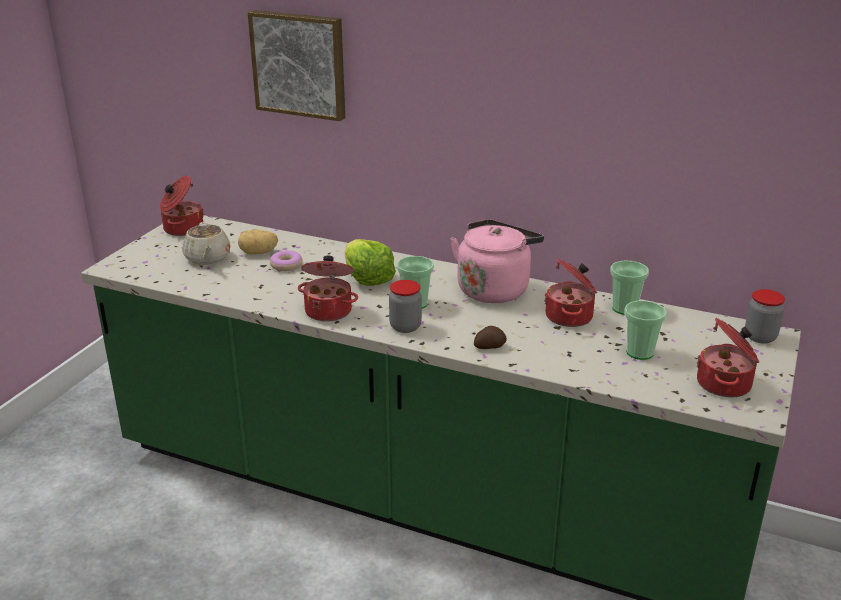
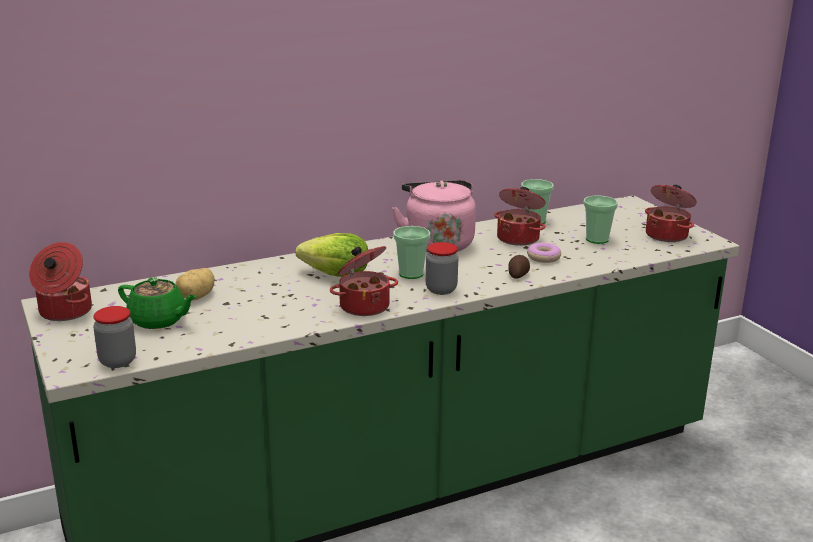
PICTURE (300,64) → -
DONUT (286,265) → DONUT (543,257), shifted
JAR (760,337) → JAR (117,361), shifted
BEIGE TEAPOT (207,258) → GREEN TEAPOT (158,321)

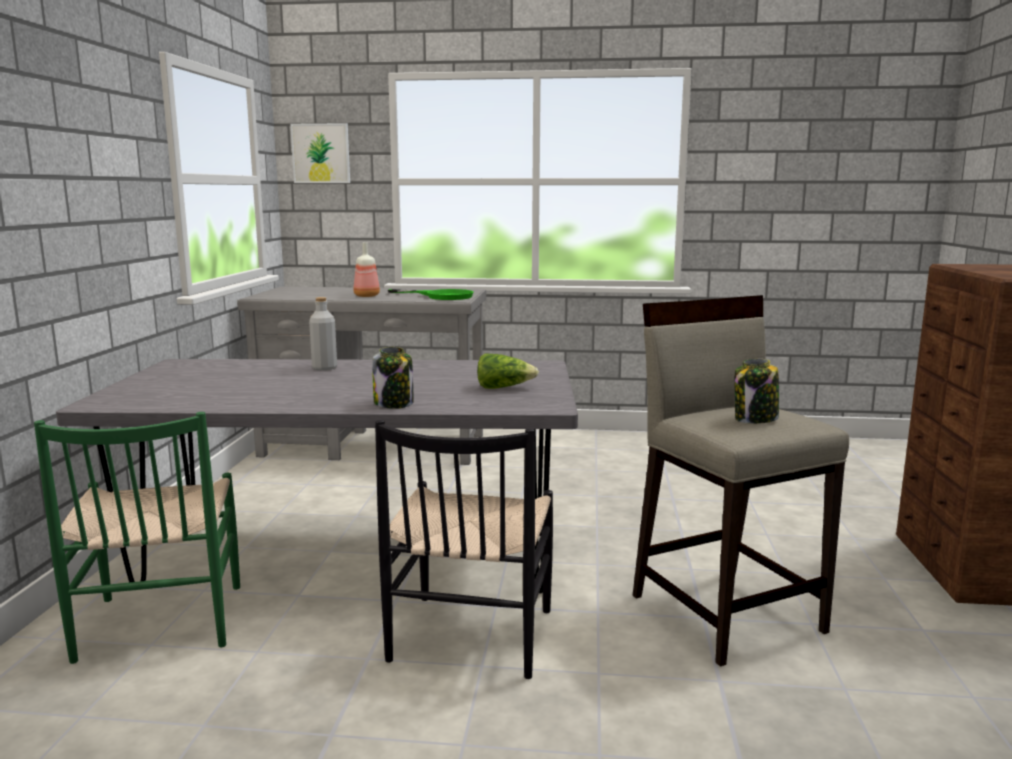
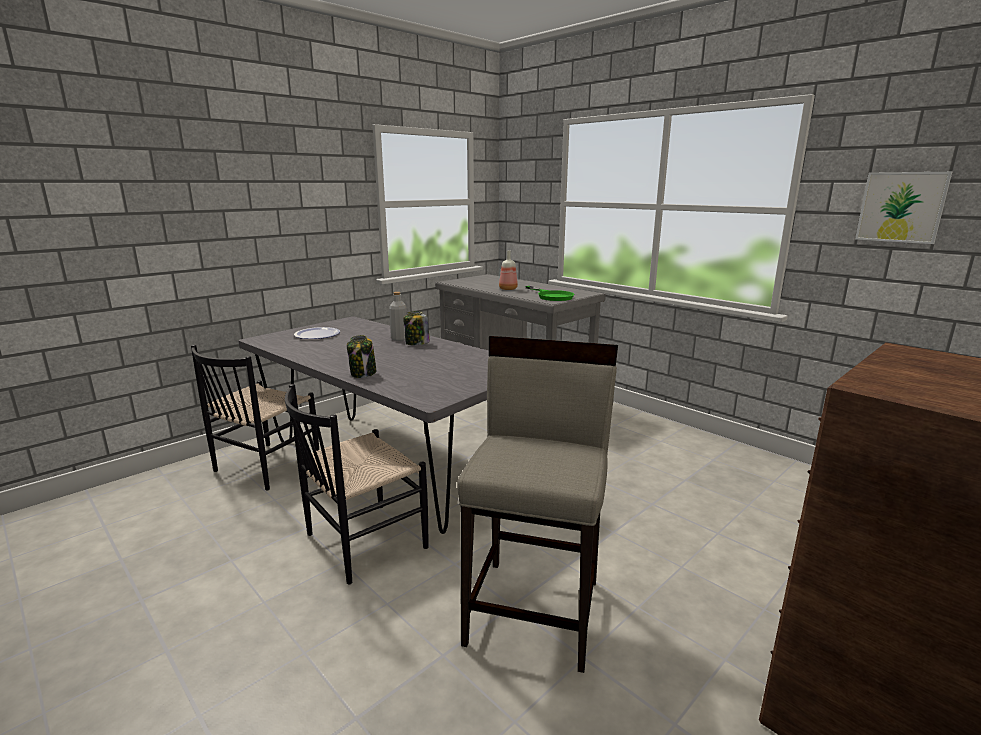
LETTUCE (504,388) → -
- → PLATE (317,334)
PICTURE (321,153) → PICTURE (901,207), shifted
JAR (755,419) → JAR (417,343), shifted
GREEN CHAIR (159,627) → BLACK CHAIR (264,468)

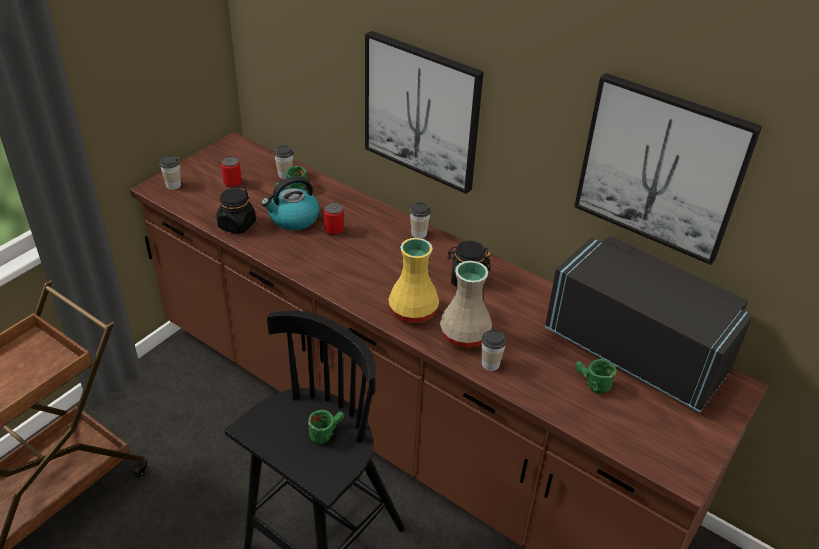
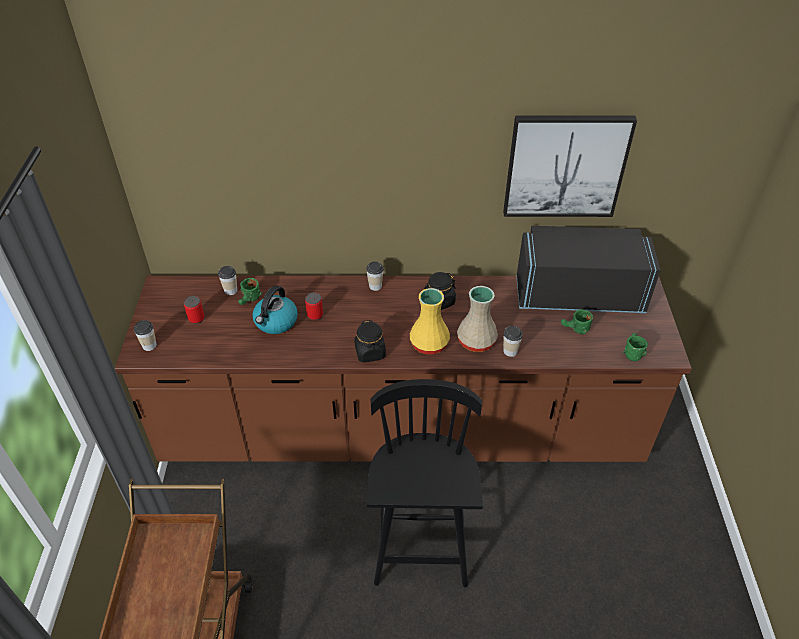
PICTURE (422,111) → -
BLACK JAR (237,225) → BLACK JAR (370,352), shifted
GREEN MUG (326,431) → GREEN MUG (631,351), shifted

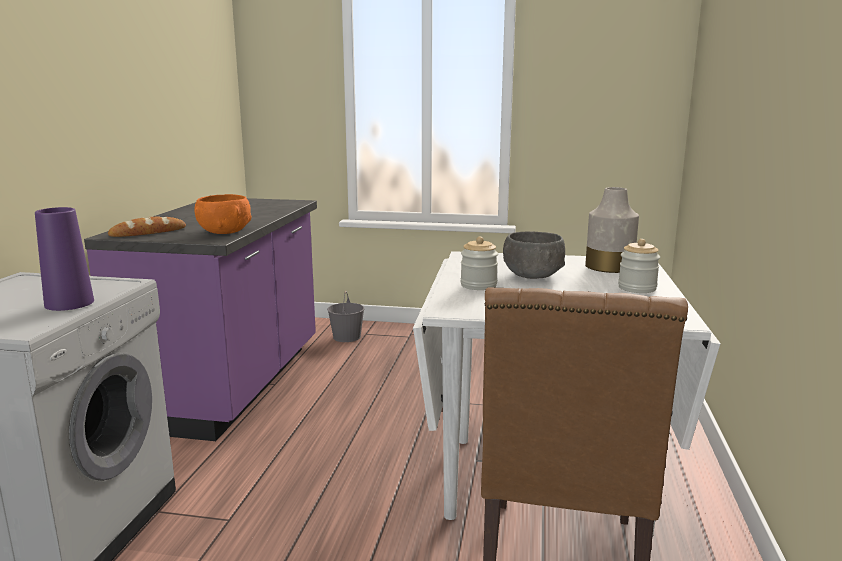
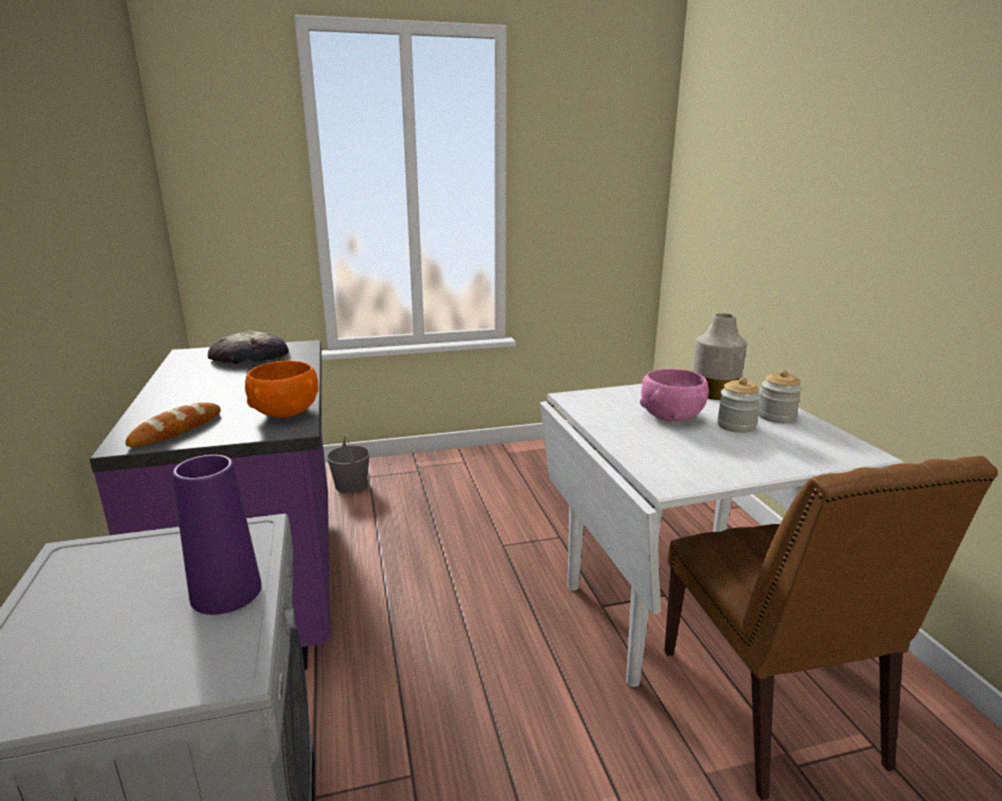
- → BREAD (249,356)
JAR (478,285) → JAR (736,426), shifted
GREY BOWL (533,275) → PINK BOWL (671,416)

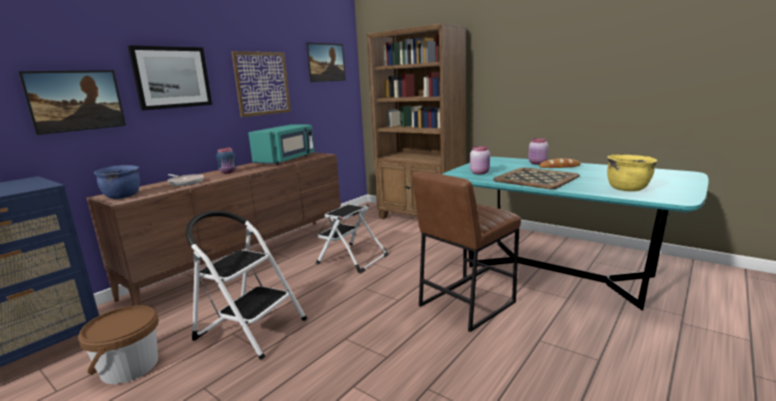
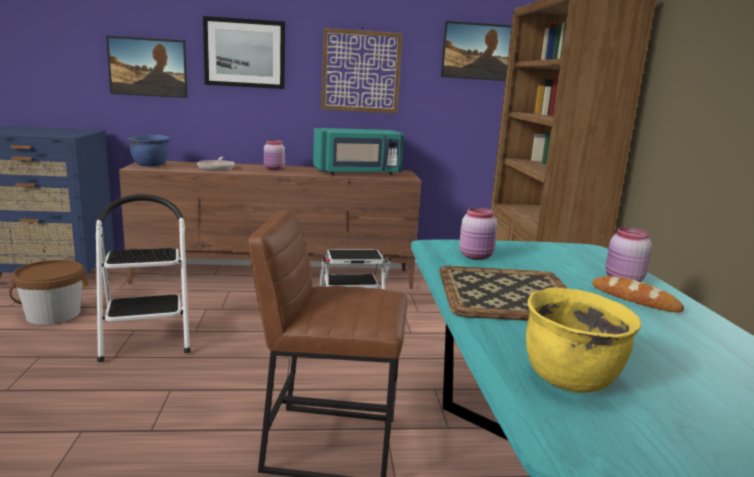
BLUE JAR (228,172) → PINK JAR (274,169)

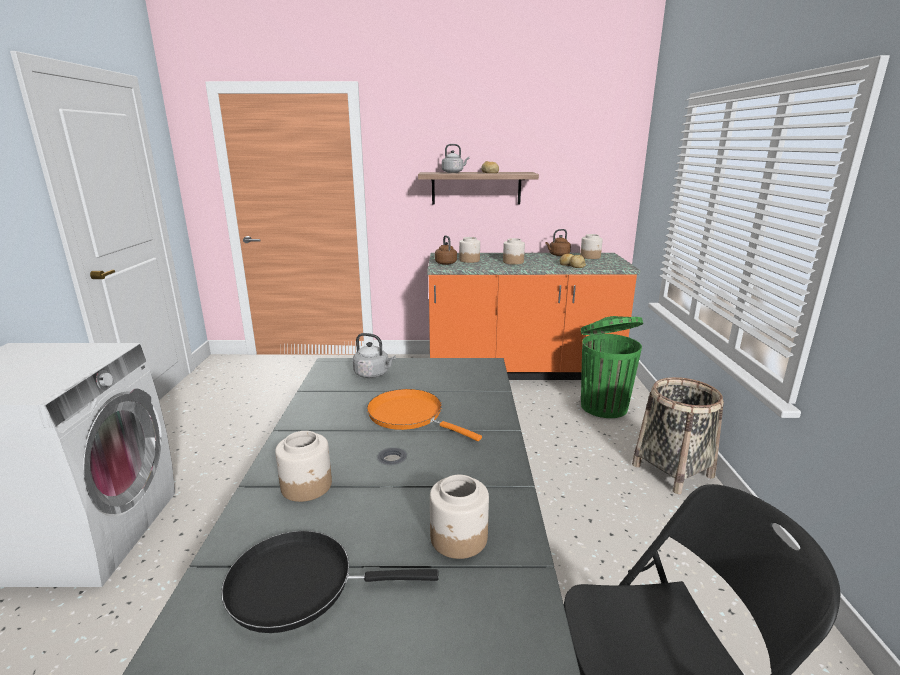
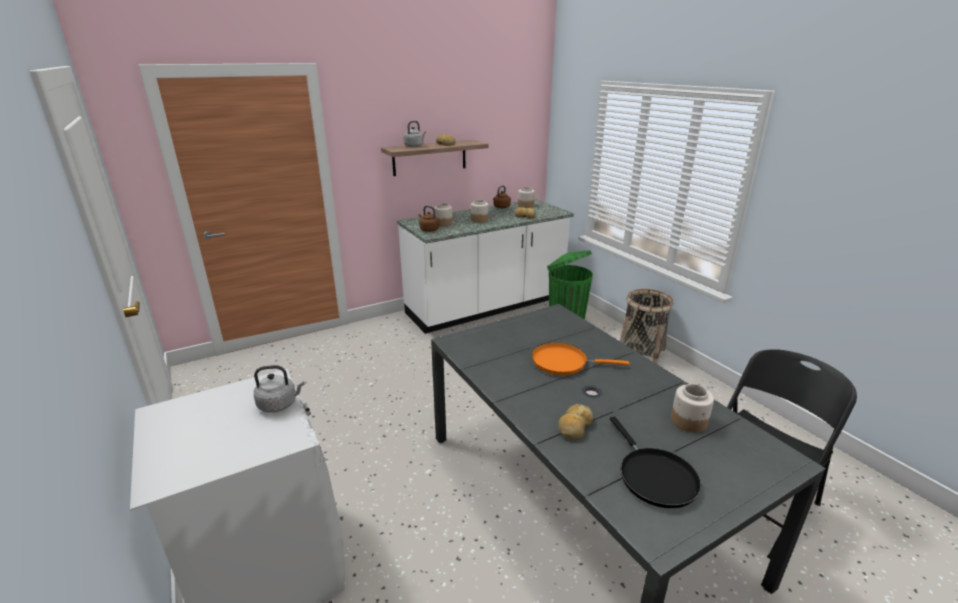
GREY KETTLE (373,374) → GREY KETTLE (280,404), shifted
JAR (307,486) → BREAD (574,427)
ORANGE COUNTER (521,371) → WHITE COUNTER (486,307)
BLACK FRYING PAN (300,584) → BLACK FRYING PAN (654,476), 75 degrees counterclockwise

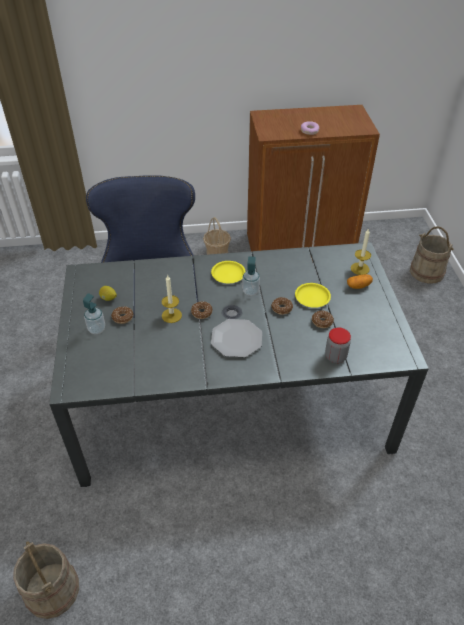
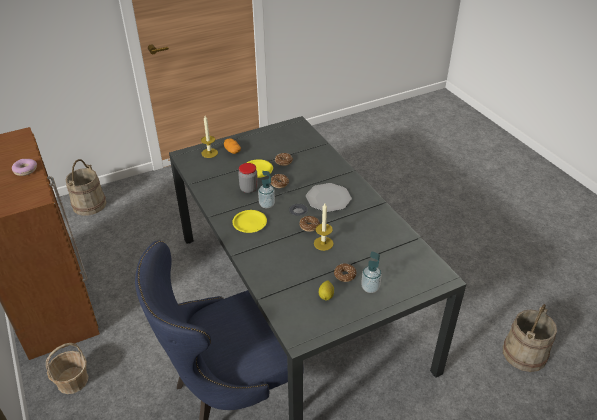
JAR (335,356) → JAR (249,188), shifted

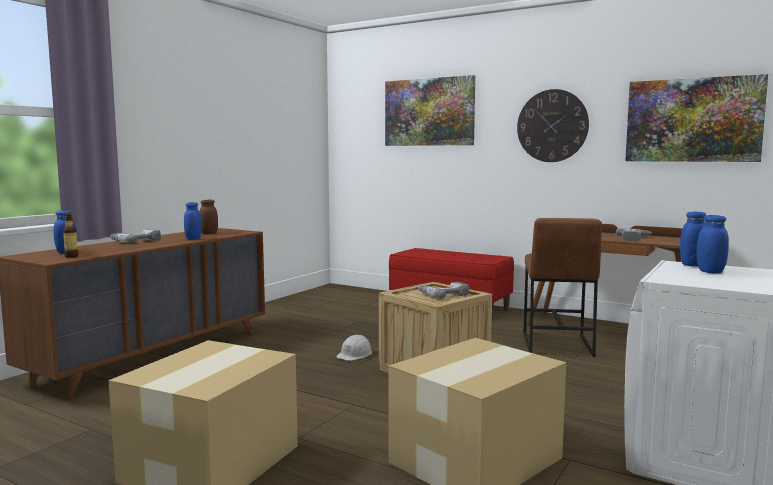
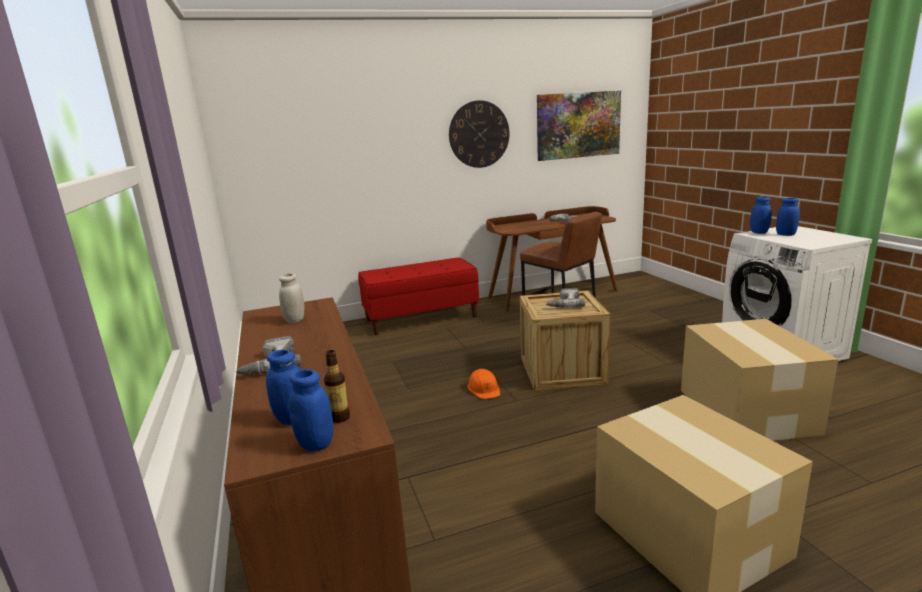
PICTURE (429,112) → -
BLUE JAR (193,238) → BLUE JAR (316,443), shifted
BROWN JAR (209,234) → WHITE JAR (295,320)
WHITE HARD HAT (355,354) → ORANGE HARD HAT (484,389)

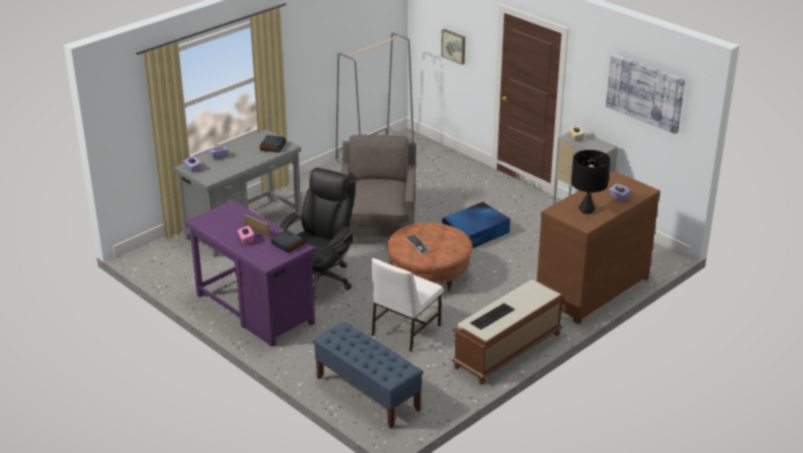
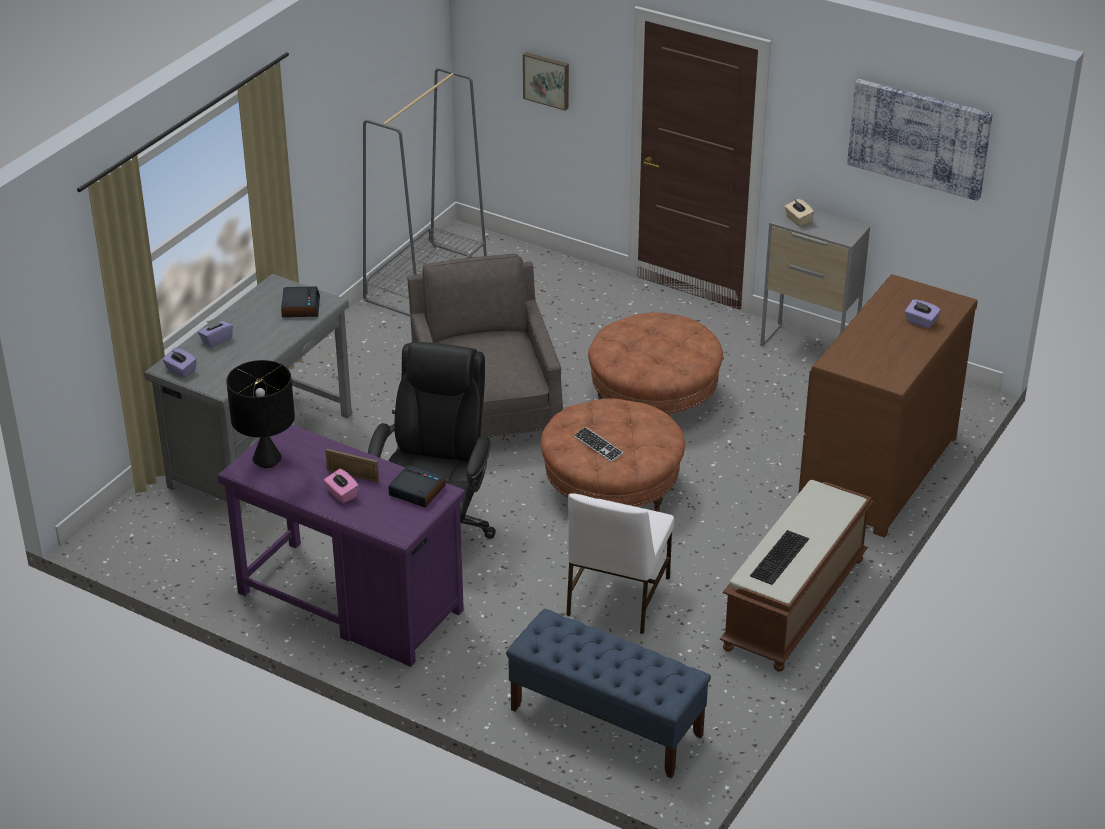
BLACK TABLE LAMP (587,210) → BLACK TABLE LAMP (267,461), shifted
BLUE STORAGE BOX (476,232) → BROWN OTTOMAN (654,398)

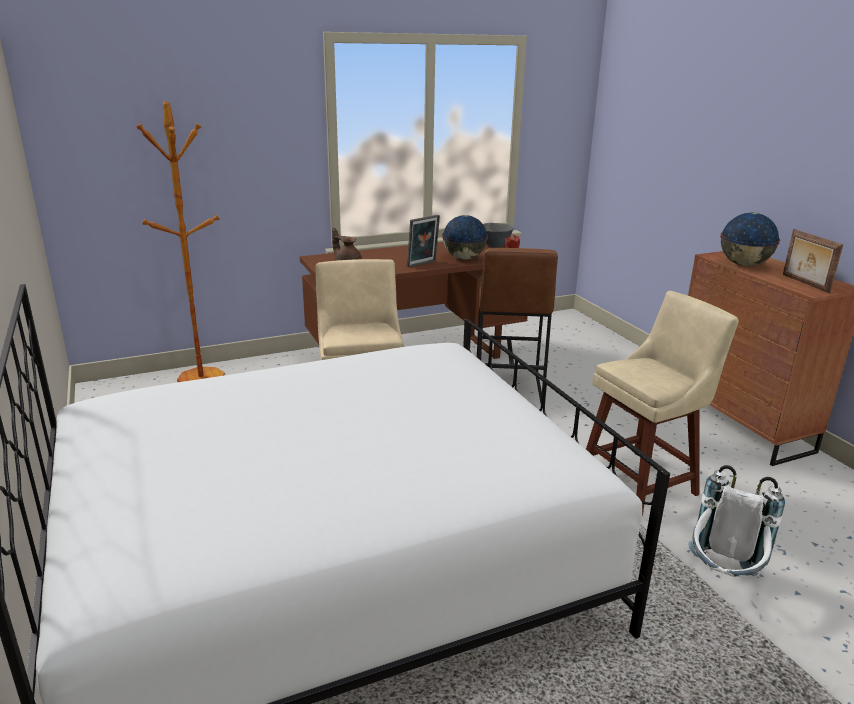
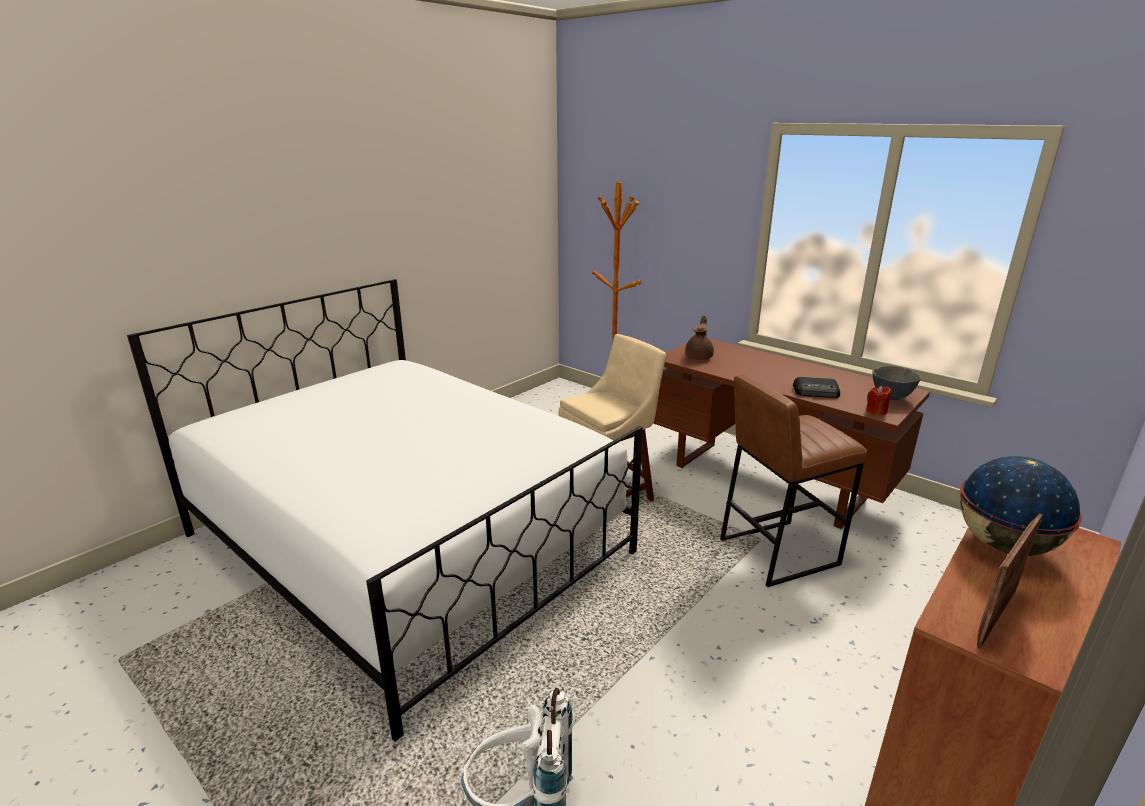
PICTURE FRAME (423,264) → -
BEIGE CHAIR (643,480) → -
GLOBE (463,258) → RADIO (816,392)

